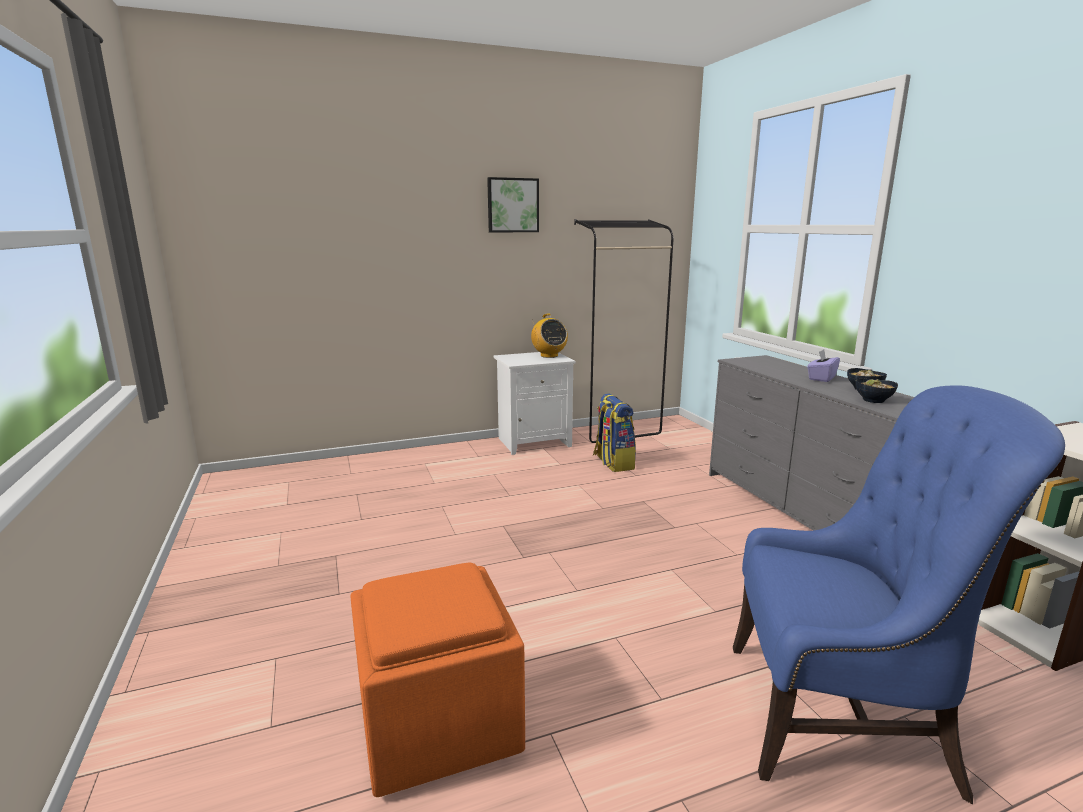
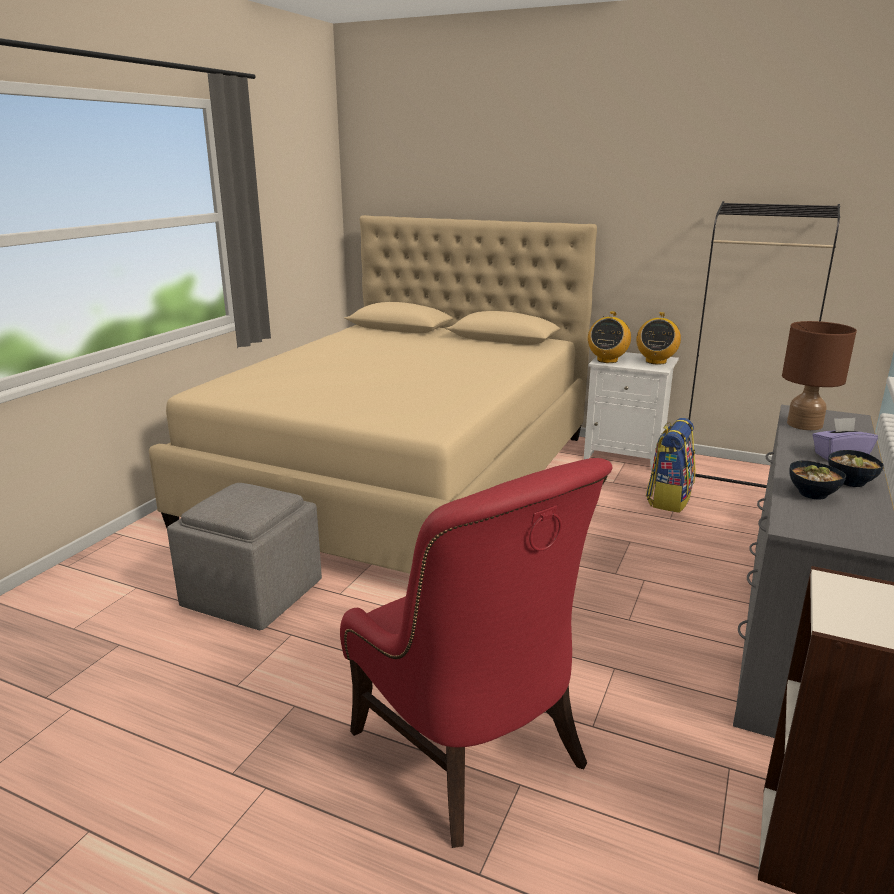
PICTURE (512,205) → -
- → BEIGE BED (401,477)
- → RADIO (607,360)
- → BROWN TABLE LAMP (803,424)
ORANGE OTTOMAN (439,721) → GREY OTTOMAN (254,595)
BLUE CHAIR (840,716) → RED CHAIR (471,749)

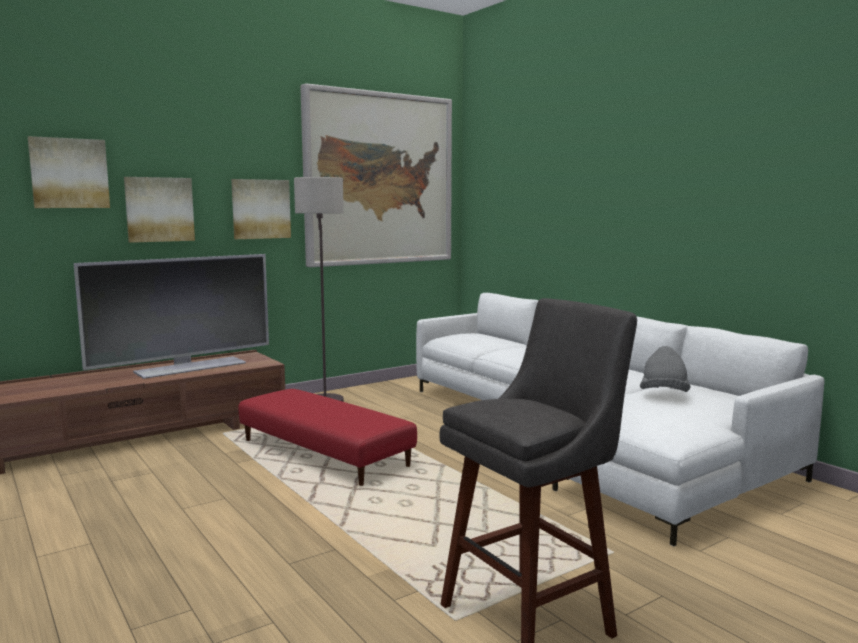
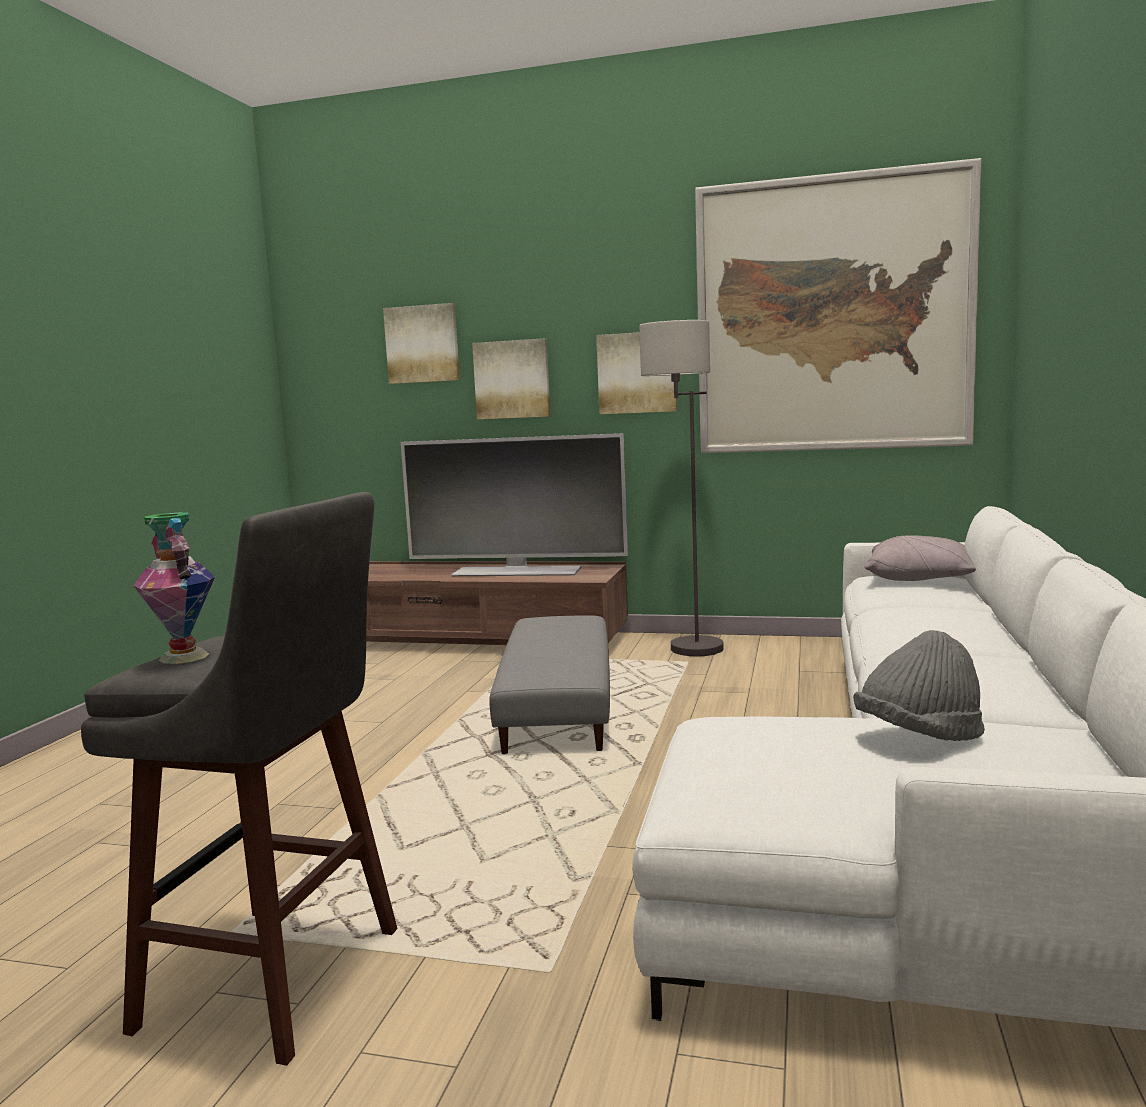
- → VASE (185,657)
- → PURPLE PILLOW (921,578)
RED OTTOMAN (325,453) → GREY OTTOMAN (559,706)

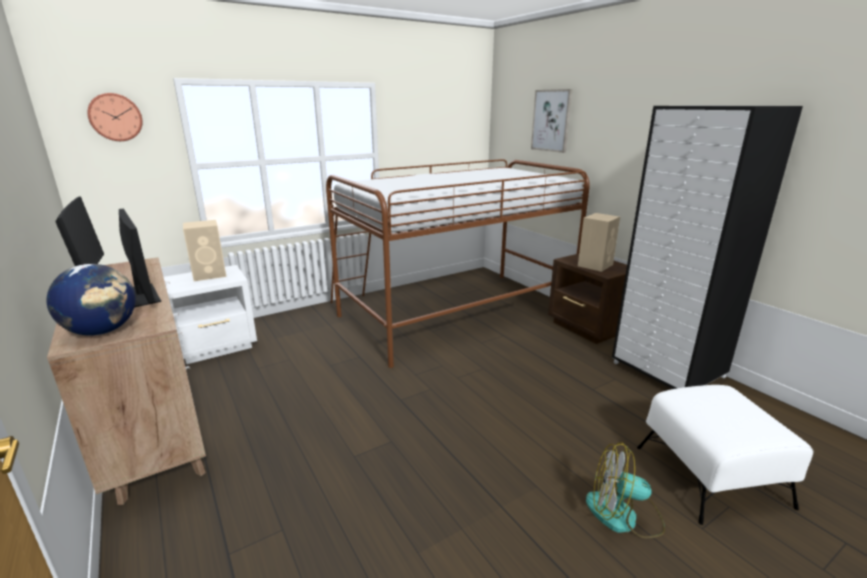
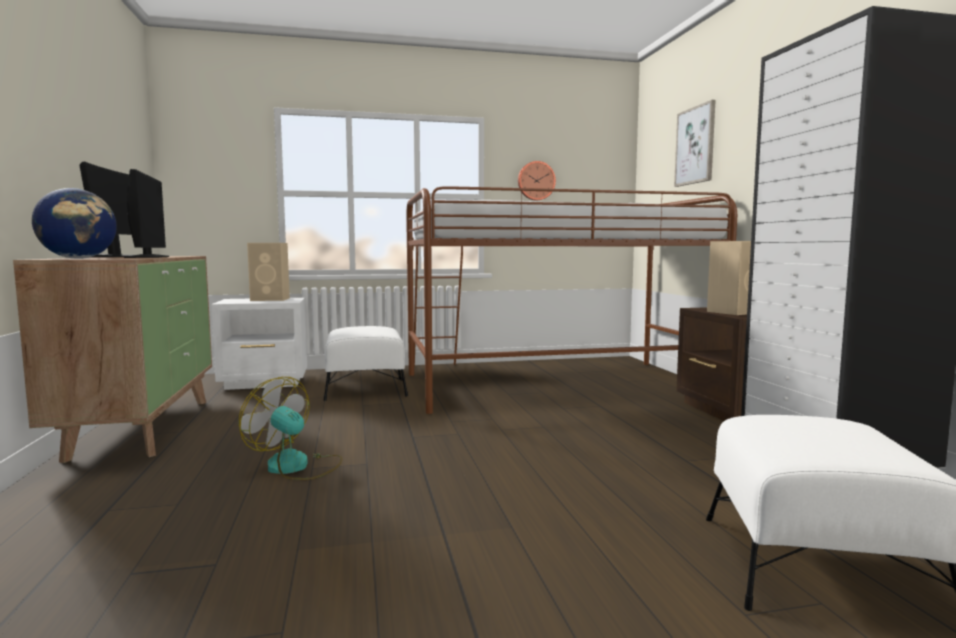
- → WHITE OTTOMAN (365,389)
WALL CLOCK (115,117) → WALL CLOCK (536,181), shifted
FAN (623,515) → FAN (296,466), shifted

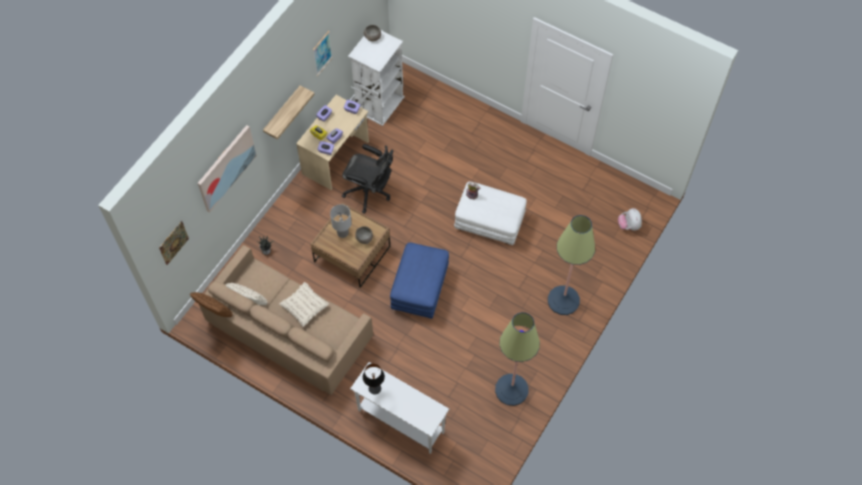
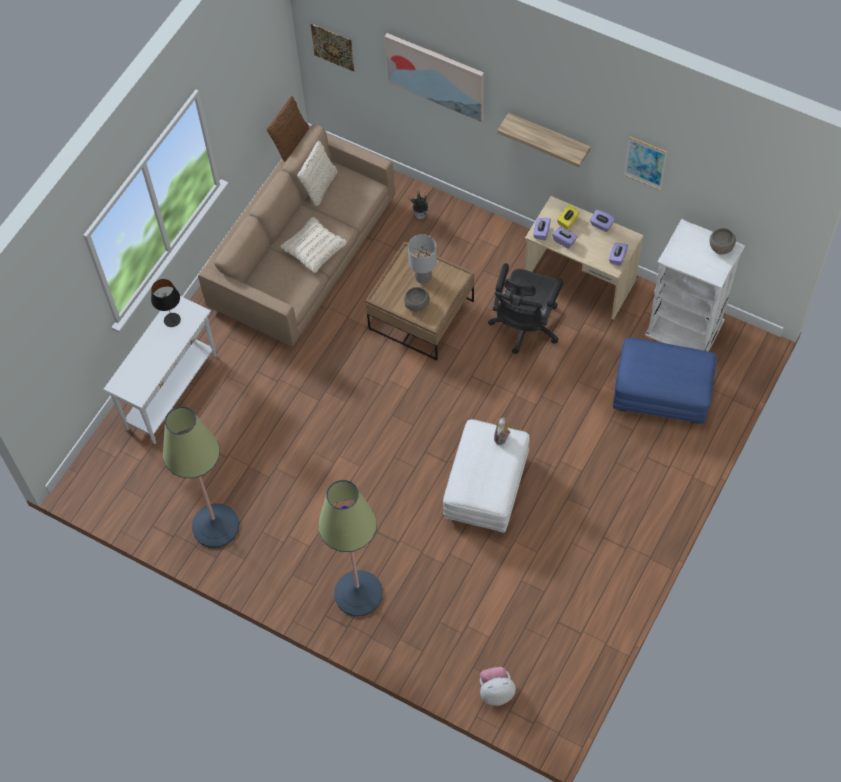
BLUE OTTOMAN (420,289) → BLUE OTTOMAN (661,395), shifted

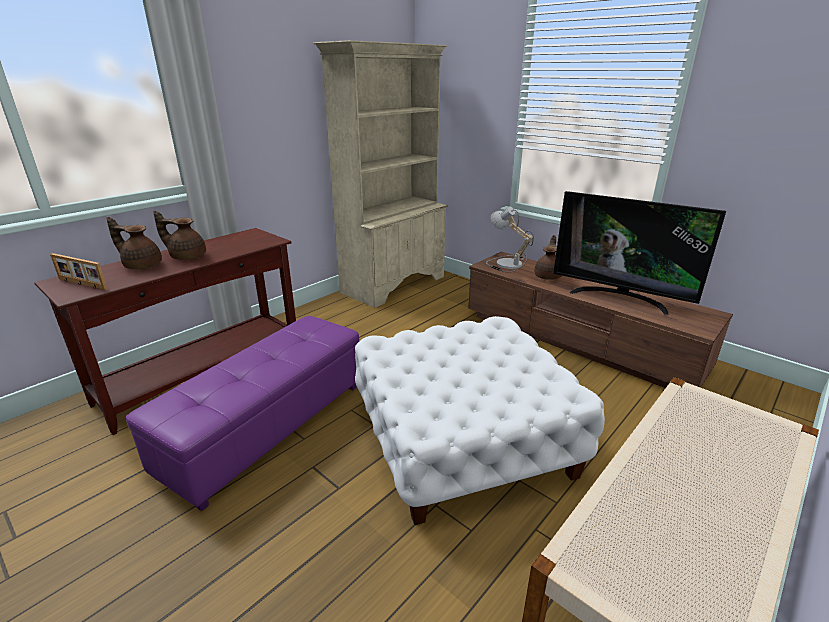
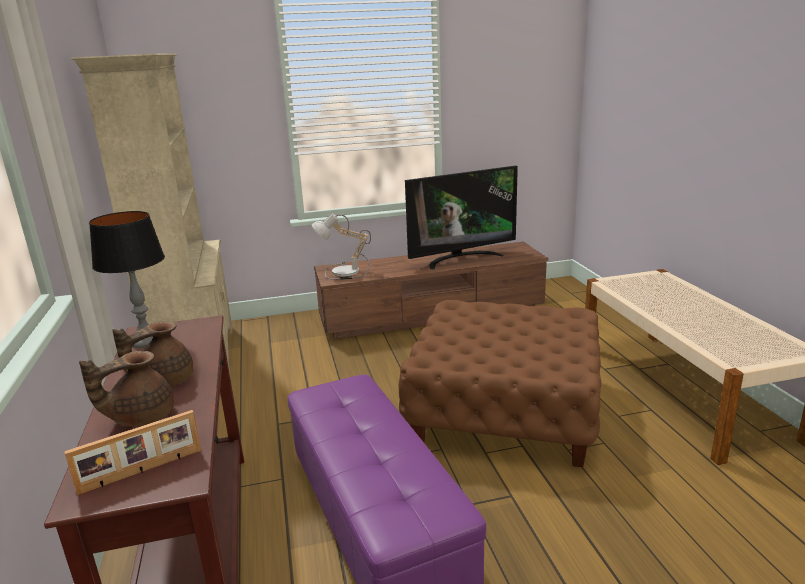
BROWN TEAPOT (548,276) → -
- → TABLE LAMP (146,340)
WHITE OTTOMAN (464,440) → BROWN OTTOMAN (505,410)

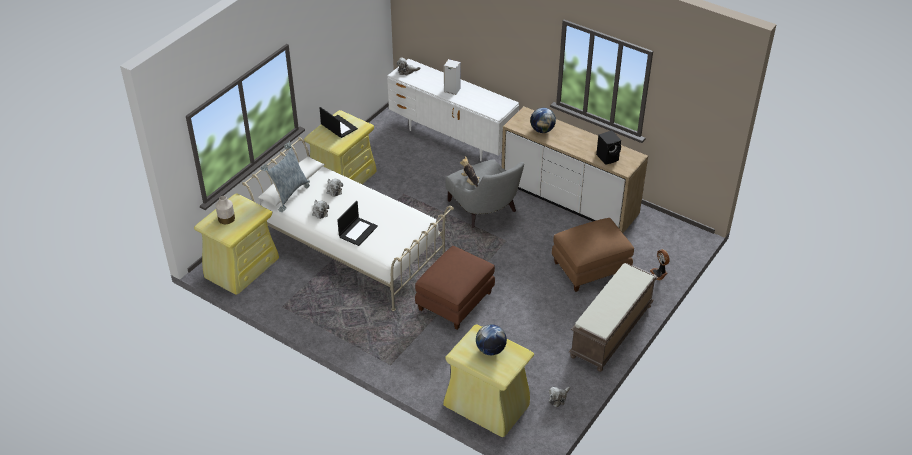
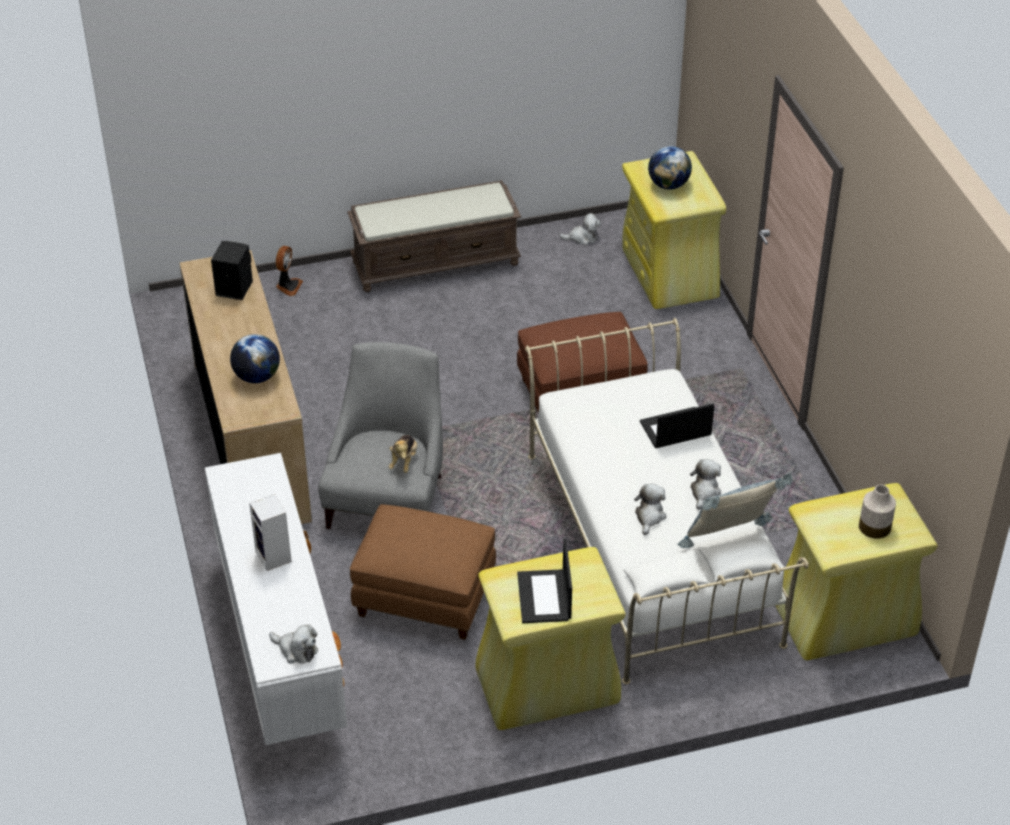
BROWN OTTOMAN (590,269) → BROWN OTTOMAN (426,596), shifted

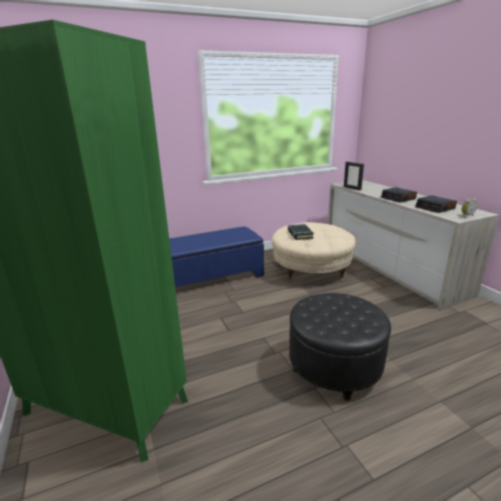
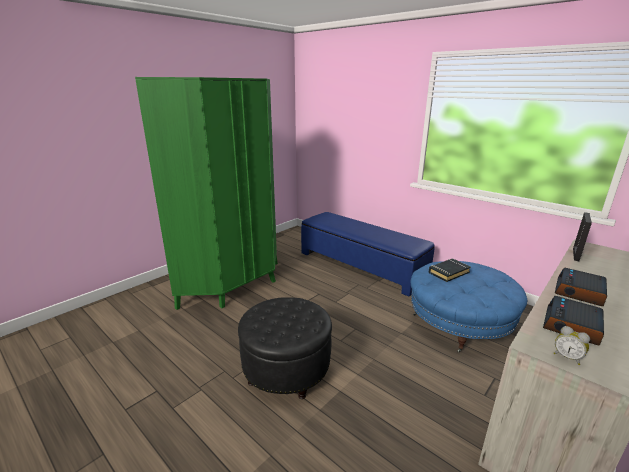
BEIGE OTTOMAN (311,269) → BLUE OTTOMAN (459,324)

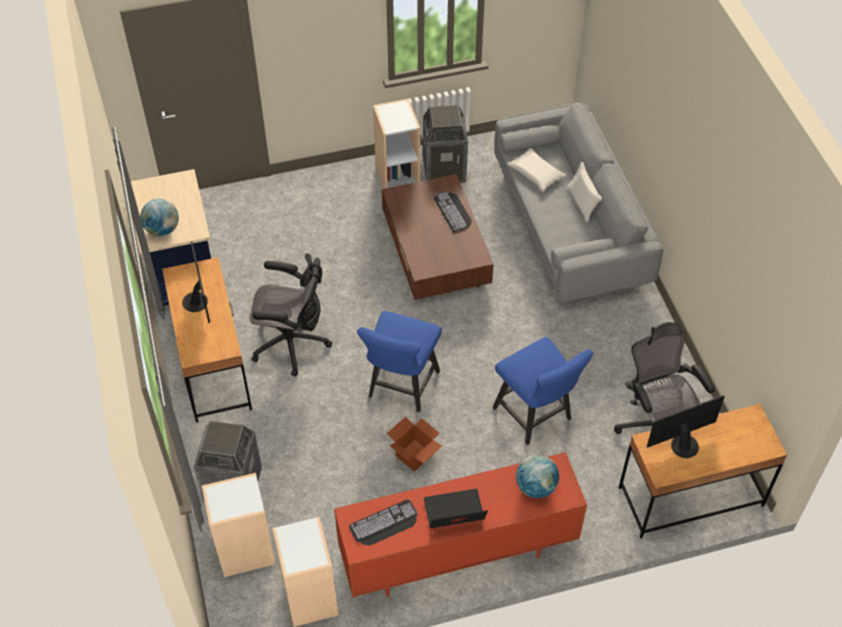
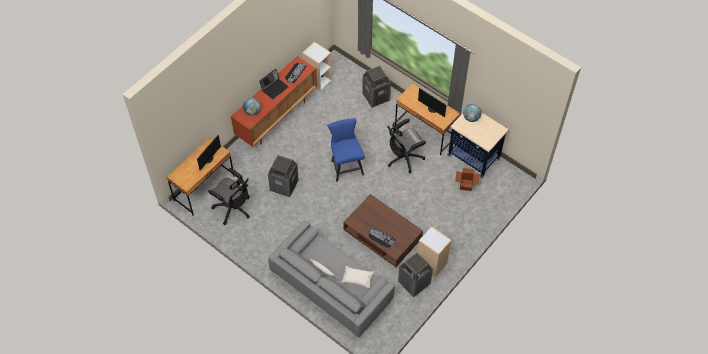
BOOKCASE (244,551) → -
CARDBOARD BOX (414,455) → CARDBOARD BOX (466,185), shifted
BLUE CHAIR (536,416) → TRASH CAN (284,185)

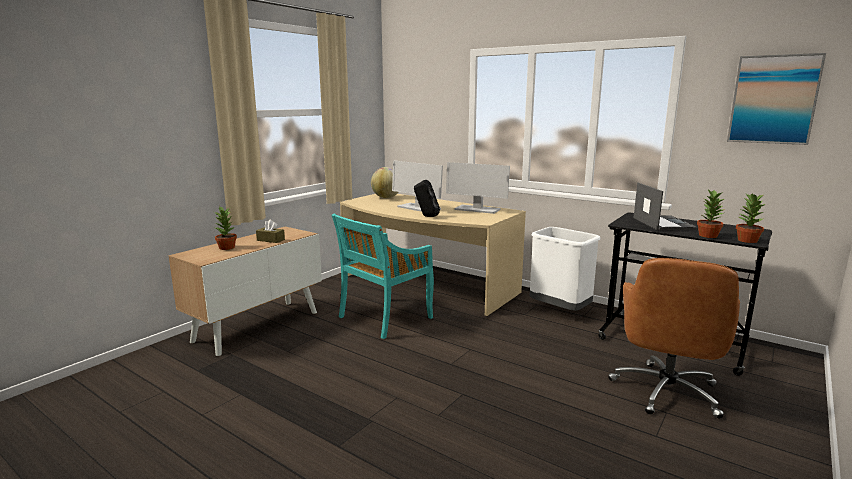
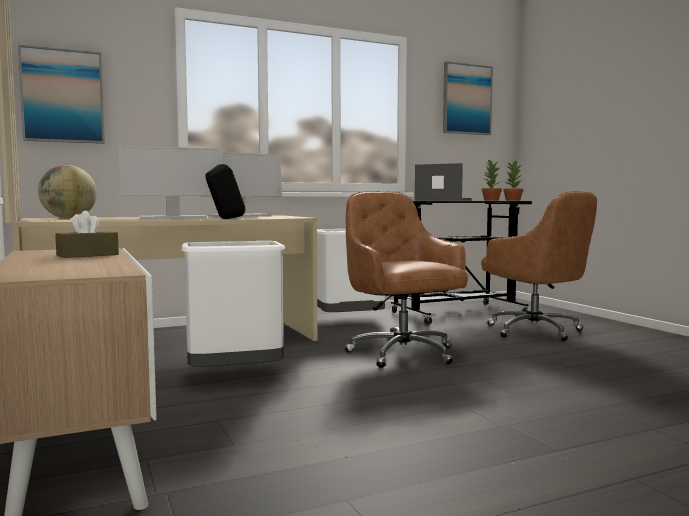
POTTED PLANT (227,247) → -
- → PICTURE (62,96)
- → BROWN OFFICE CHAIR (403,353)
TURQUOISE CHAIR (384,318) → WHITE TRASH CAN (234,376)

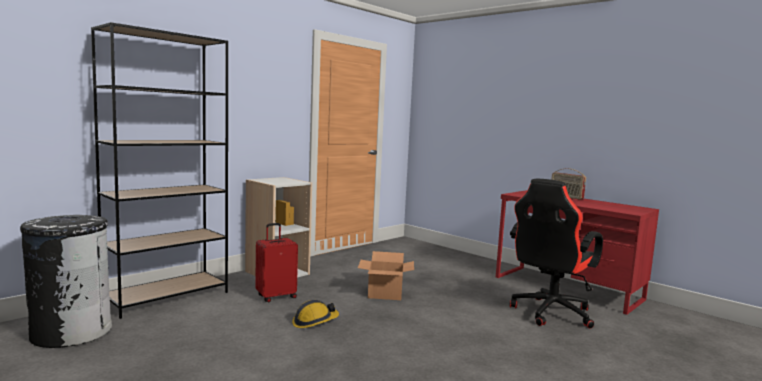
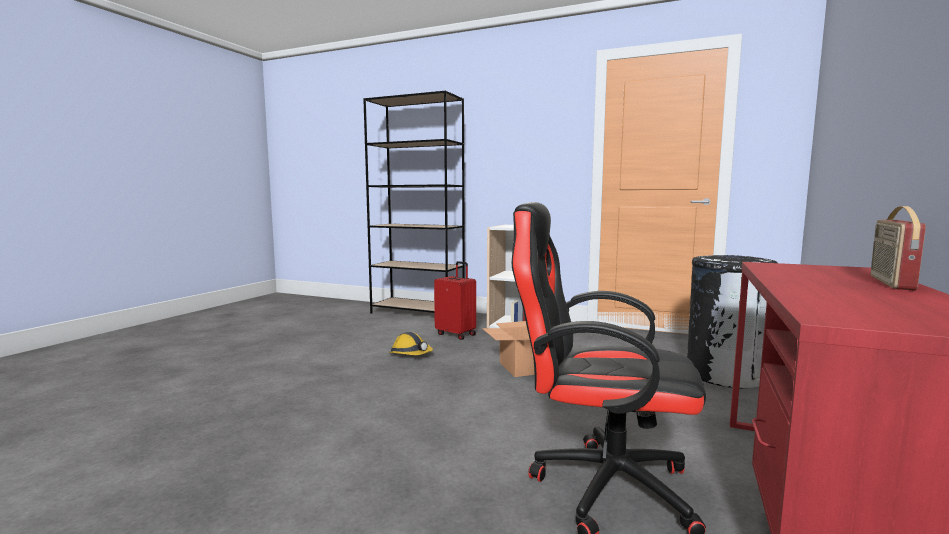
BLACK TRASH CAN (71,332) → BLACK TRASH CAN (725,375), shifted

